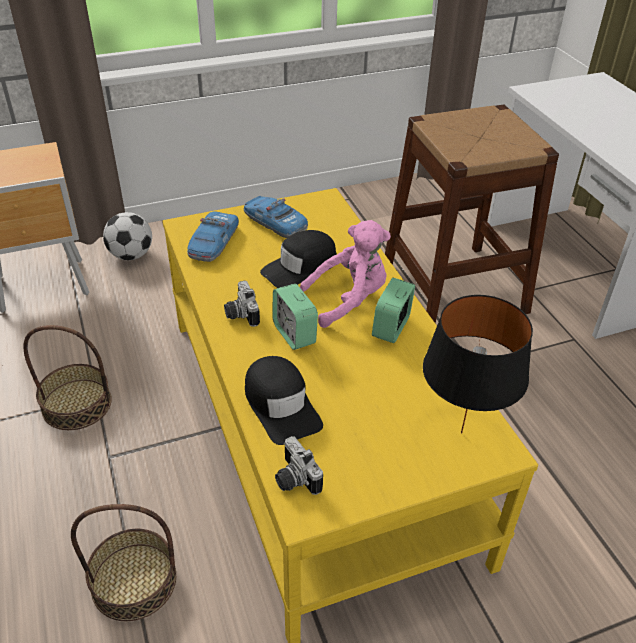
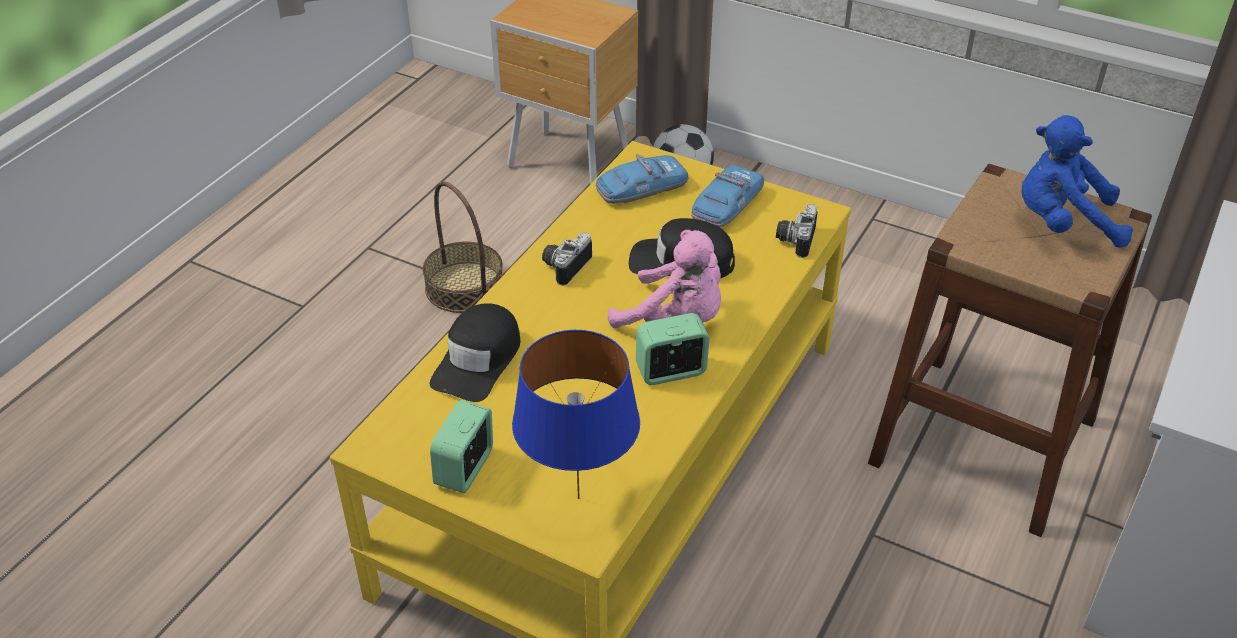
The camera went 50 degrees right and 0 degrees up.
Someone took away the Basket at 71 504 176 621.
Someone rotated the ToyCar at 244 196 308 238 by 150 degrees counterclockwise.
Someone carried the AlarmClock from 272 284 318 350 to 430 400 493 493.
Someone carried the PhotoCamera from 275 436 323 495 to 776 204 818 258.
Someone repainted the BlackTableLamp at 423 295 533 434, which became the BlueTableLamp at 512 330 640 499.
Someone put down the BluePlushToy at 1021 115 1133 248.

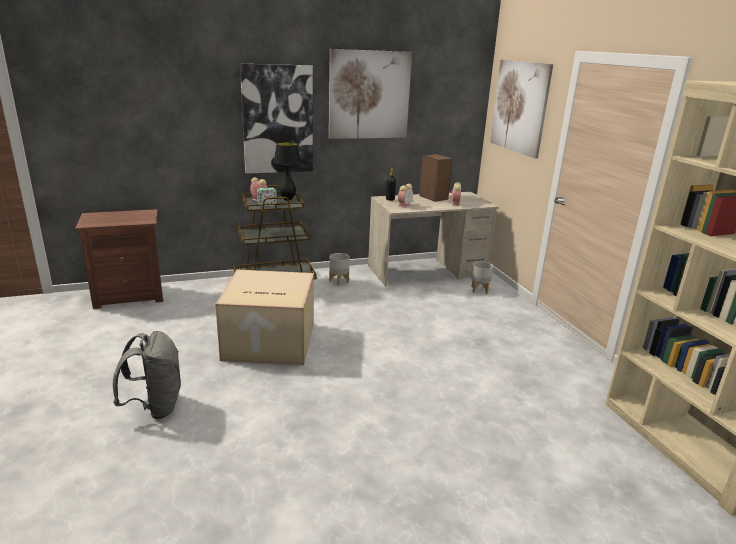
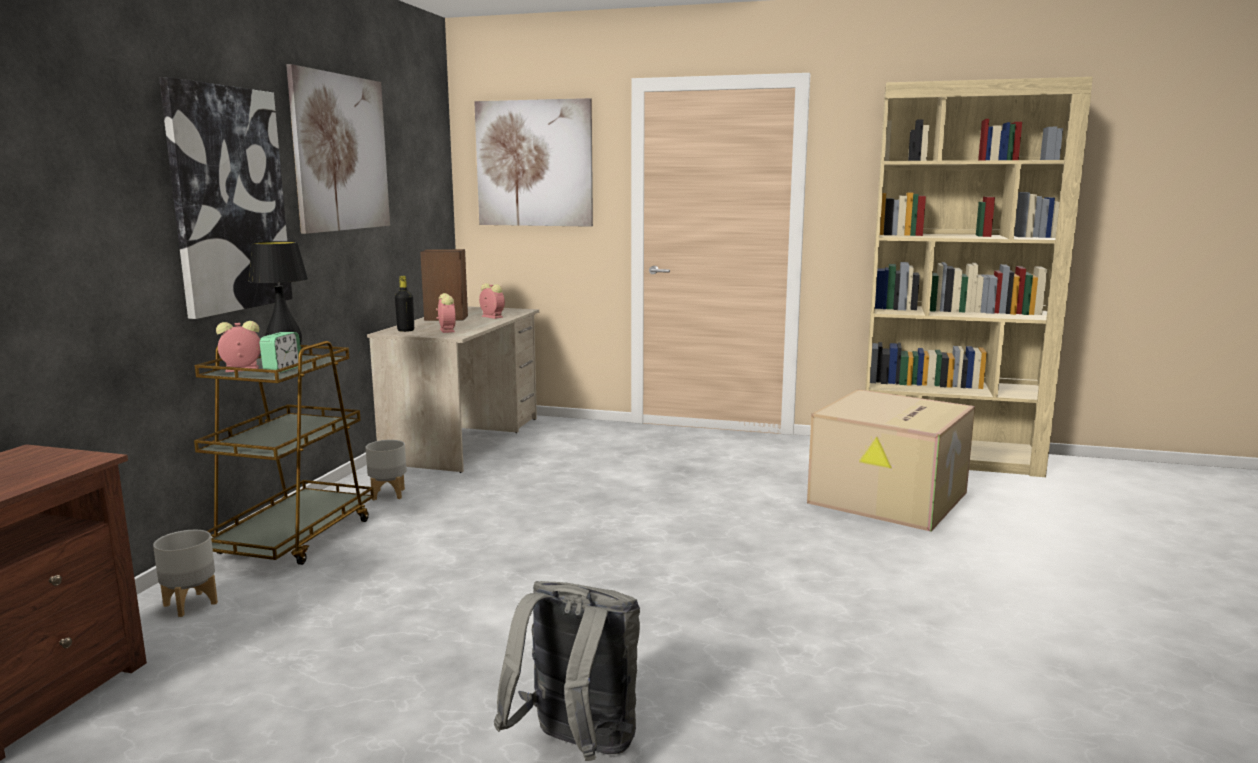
The camera went 55 degrees left and 10 degrees down.
Someone carried the CardboardBox from 215 269 314 365 to 807 389 975 532.
Someone carried the GreyPlanter from 471 261 493 294 to 153 530 218 617.

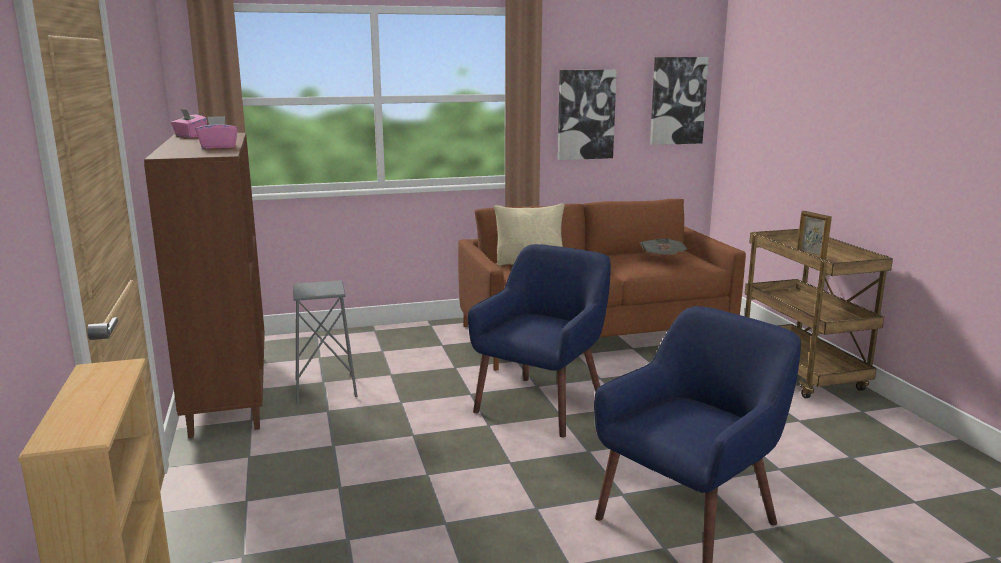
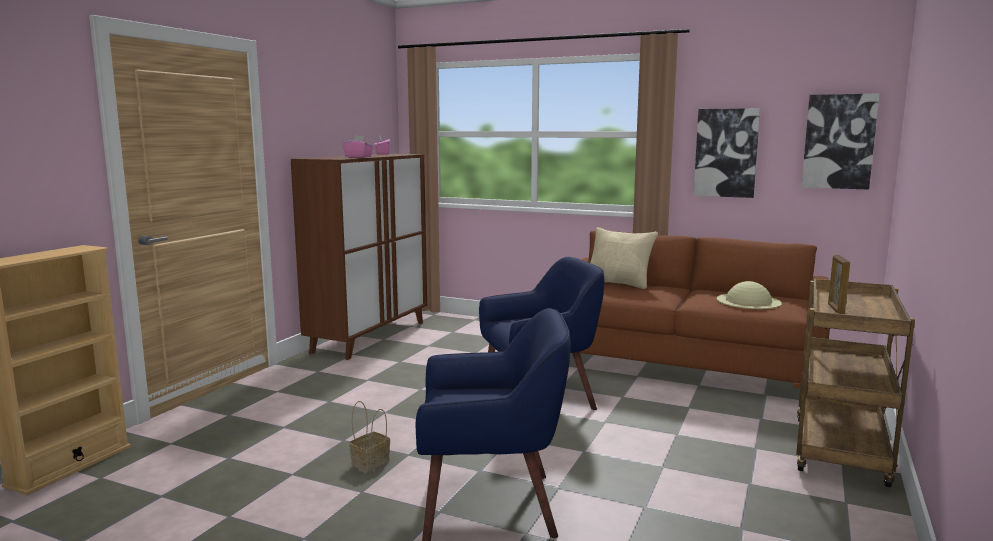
The camera went 40 degrees right and 5 degrees down.
Someone took away the GreyStool at 293 280 357 404.
Someone swapped the Newspaper at 639 239 688 255 for the BeigeHat at 717 281 782 309.
Someone put down the Basket at 349 401 390 472.

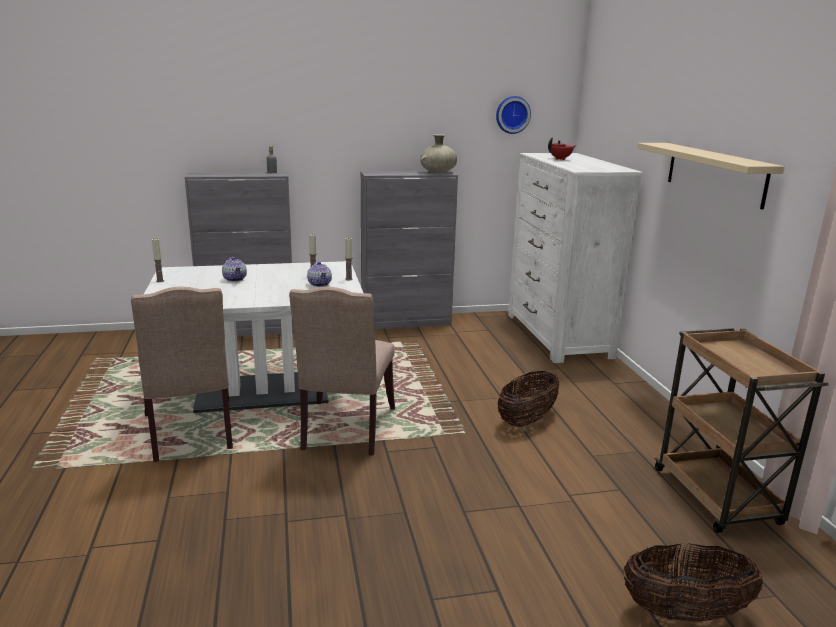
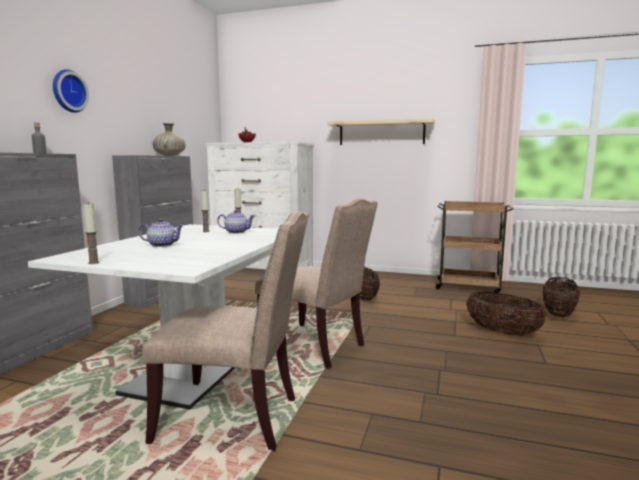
The camera went 60 degrees left and 10 degrees down.
Someone carried the WallClock from 496 96 531 134 to 53 69 89 113.
Someone put down the Basket at 466 292 547 336.

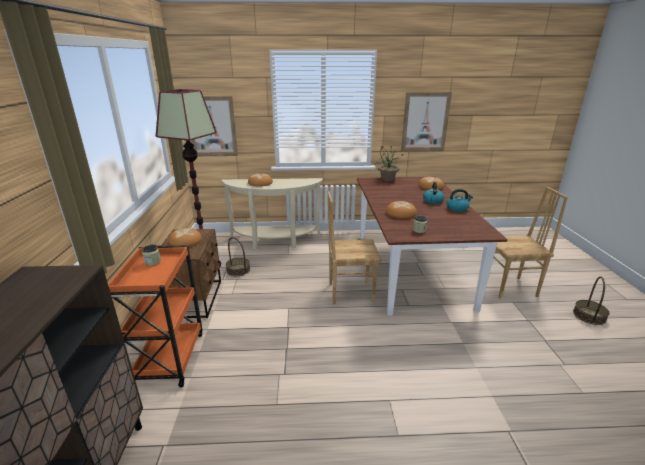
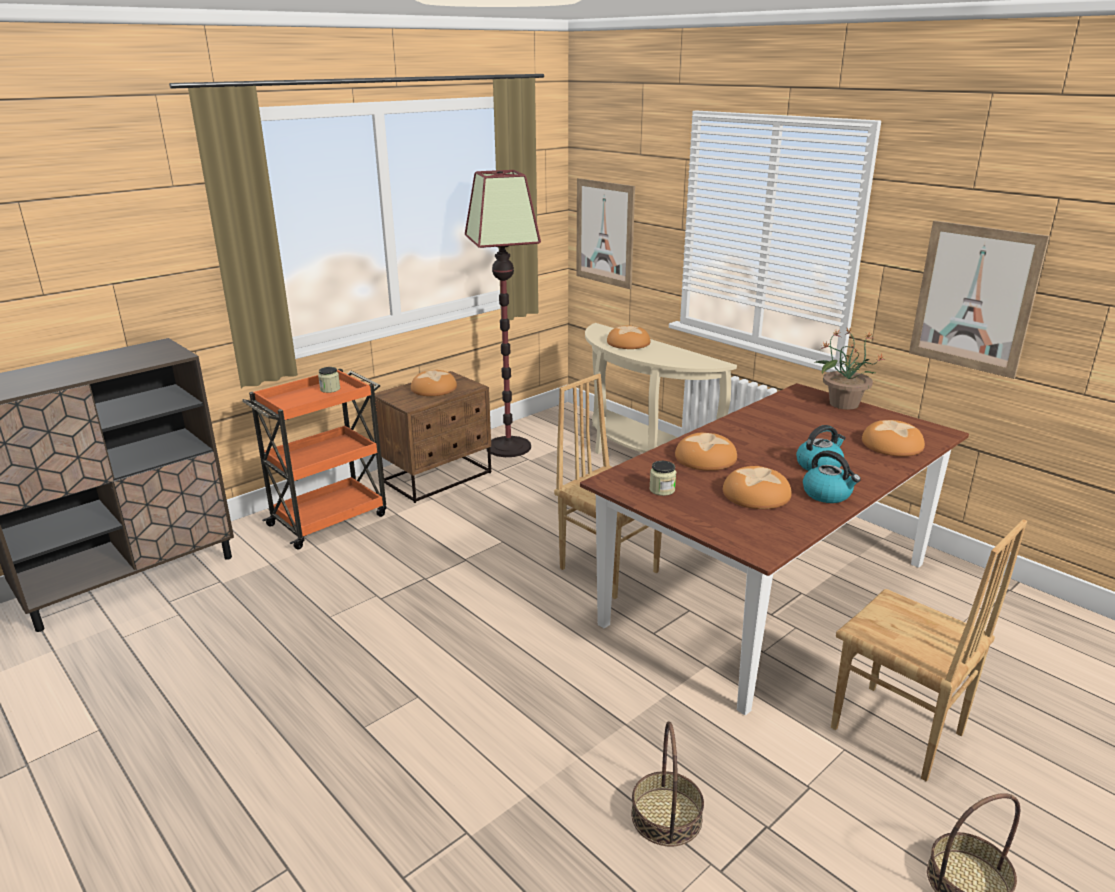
The camera went 50 degrees right and 0 degrees up.
Someone carried the Basket from 226 237 250 276 to 631 721 704 847.
Someone put down the Bread at 723 466 792 509.

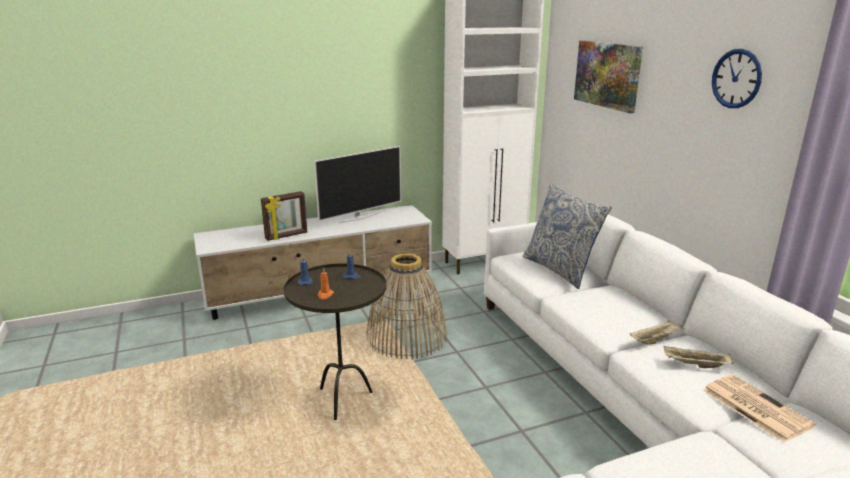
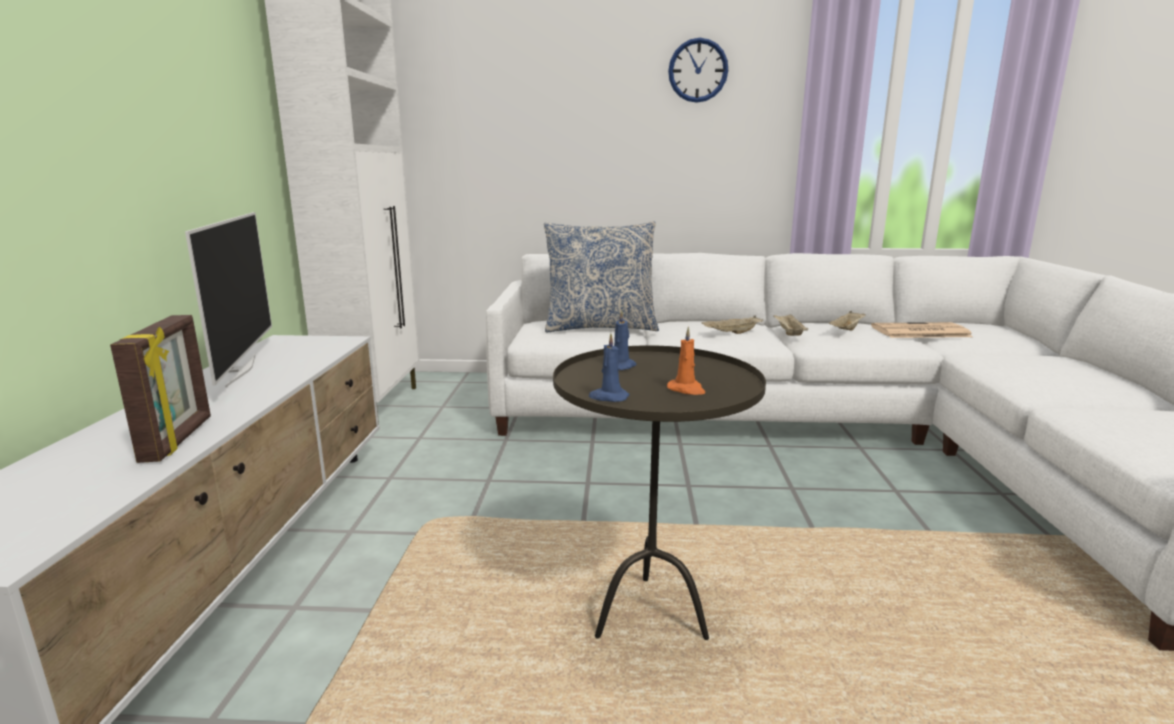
The camera went 65 degrees left and 5 degrees down.
Someone took away the Basket at 367 253 447 360.
Someone took away the Picture at 574 40 643 113.
Someone put down the BeigeTray at 701 316 763 334.

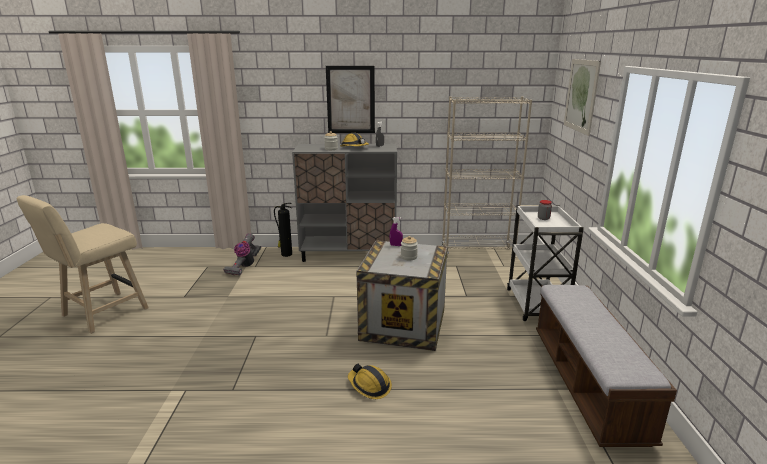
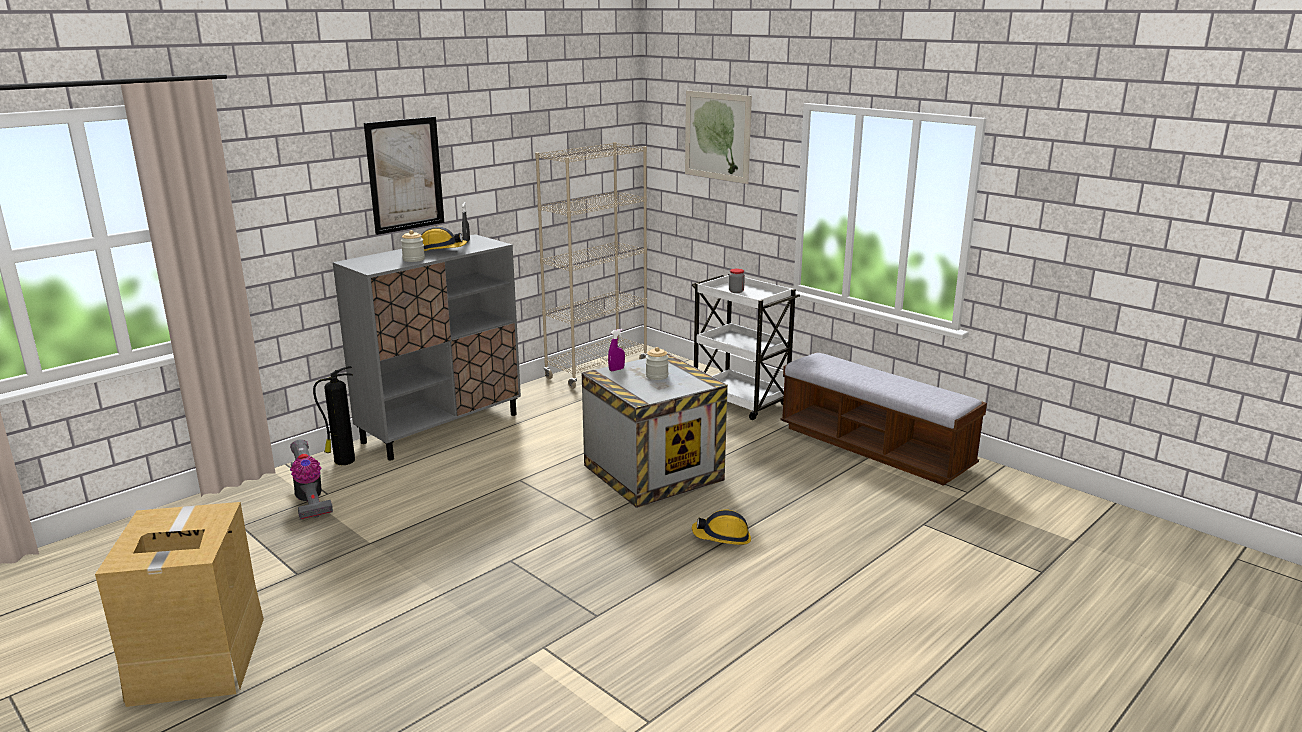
The camera went 45 degrees left and 0 degrees up.
Someone swapped the BeigeStool at 17 195 149 334 for the CardboardBox at 95 502 264 707.

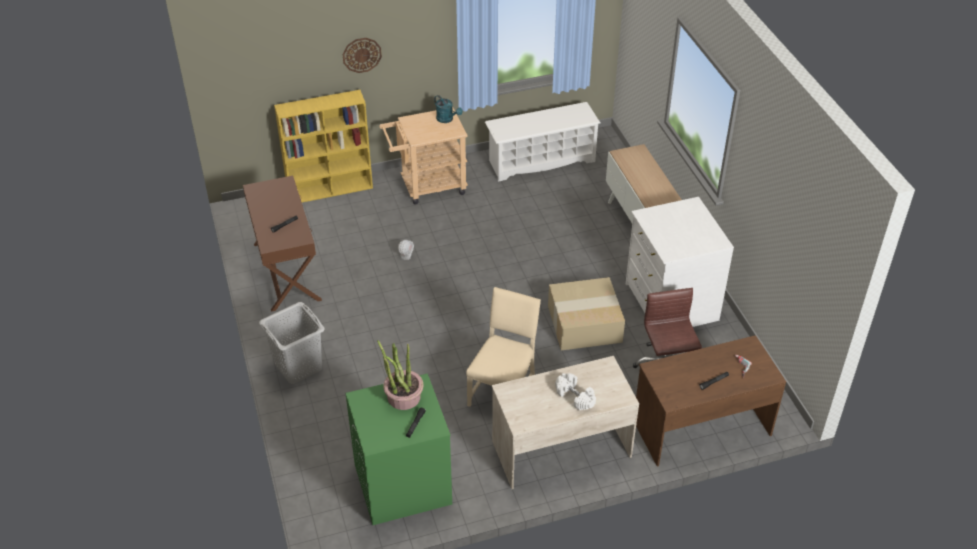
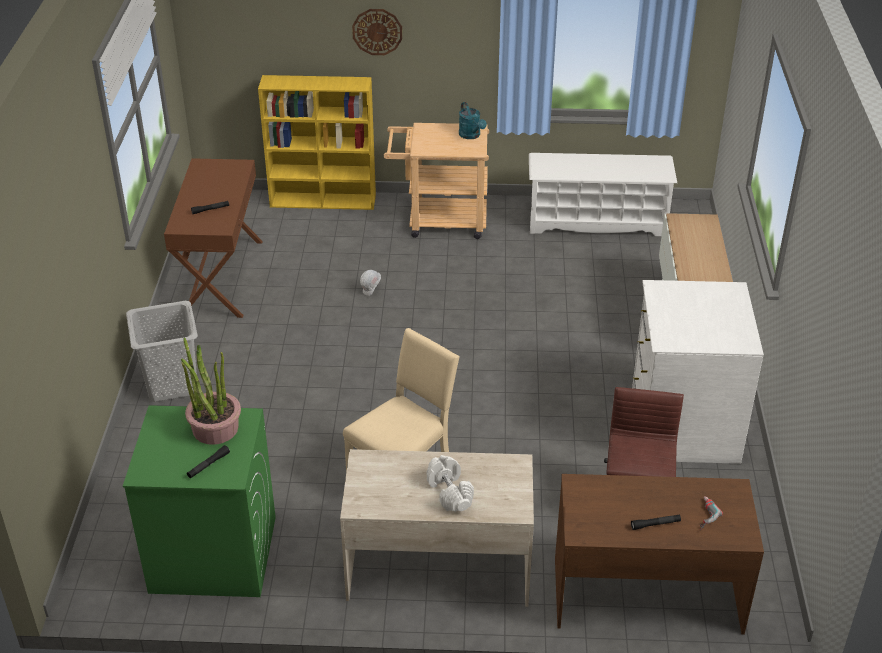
The camera went 20 degrees right and 5 degrees down.
Someone took away the CardboardBox at 548 277 625 350.

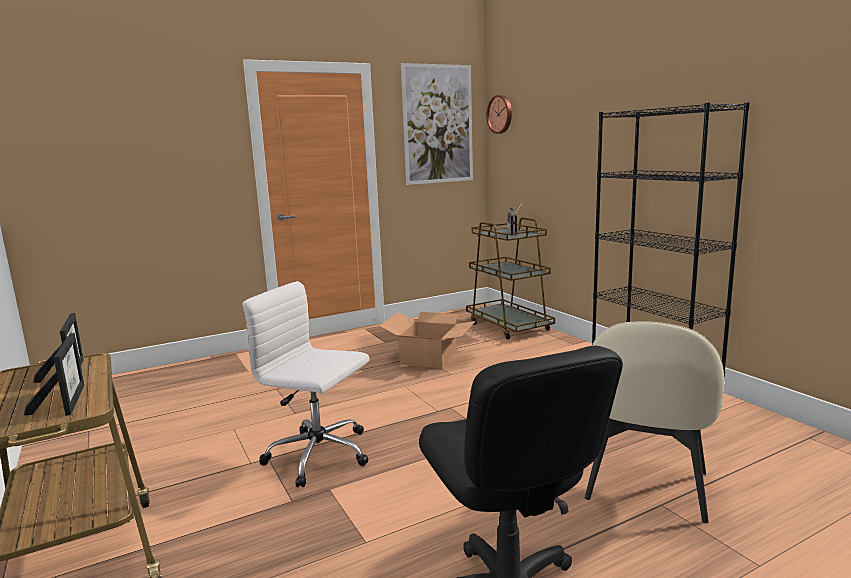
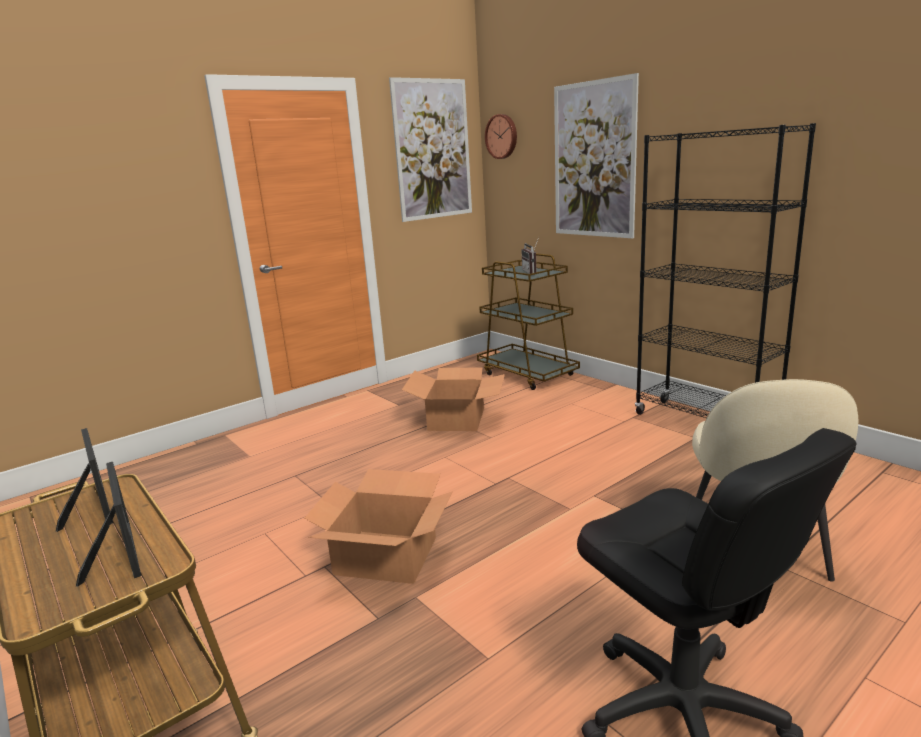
The camera went 10 degrees left and 5 degrees up.
Someone swapped the WhiteOfficeChair at 242 281 369 487 for the CardboardBox at 304 469 453 584.
Someone put up the Picture at 554 73 639 238.

